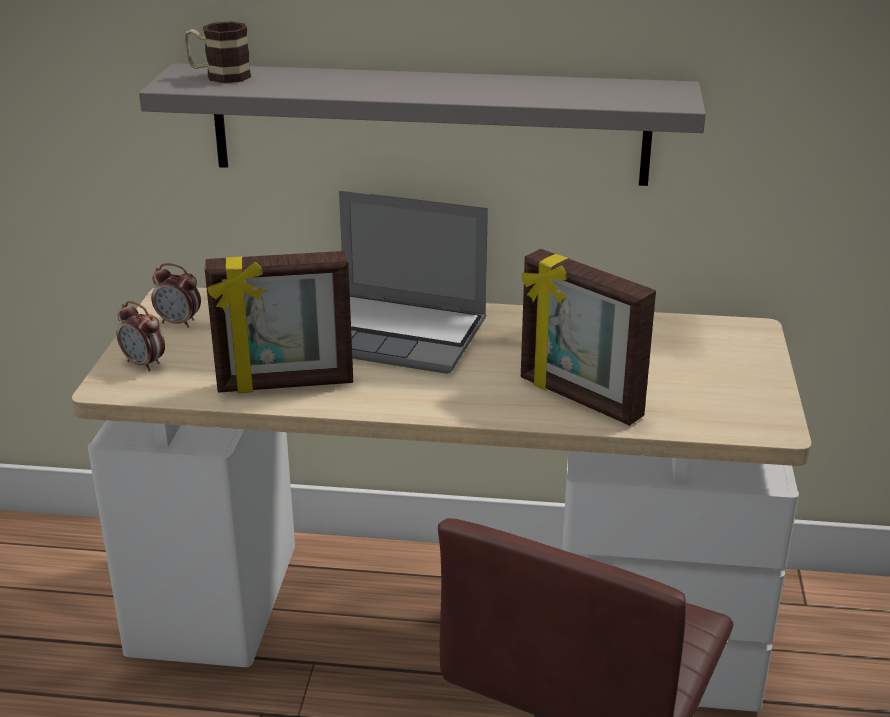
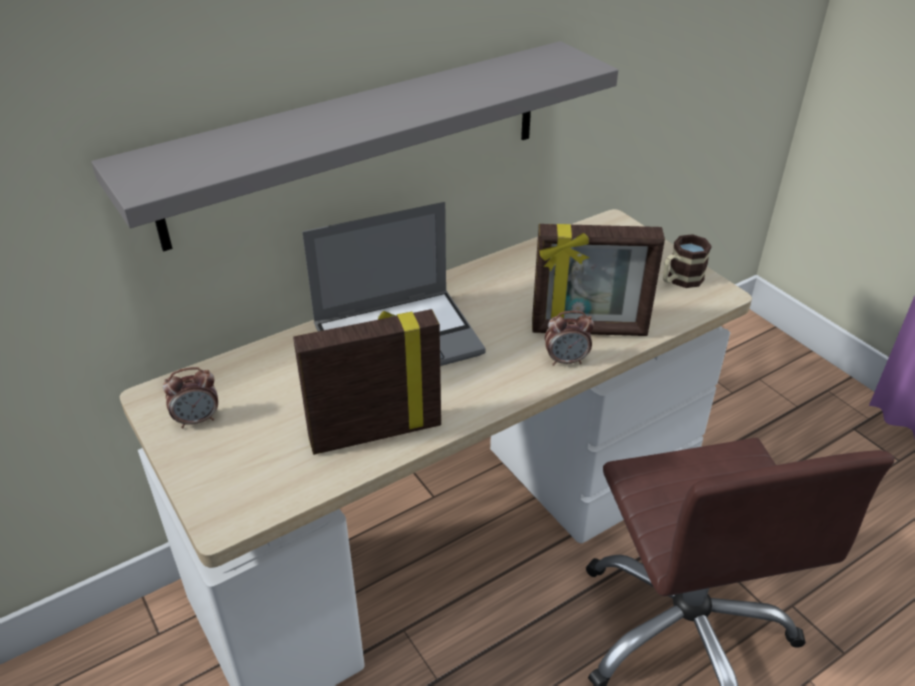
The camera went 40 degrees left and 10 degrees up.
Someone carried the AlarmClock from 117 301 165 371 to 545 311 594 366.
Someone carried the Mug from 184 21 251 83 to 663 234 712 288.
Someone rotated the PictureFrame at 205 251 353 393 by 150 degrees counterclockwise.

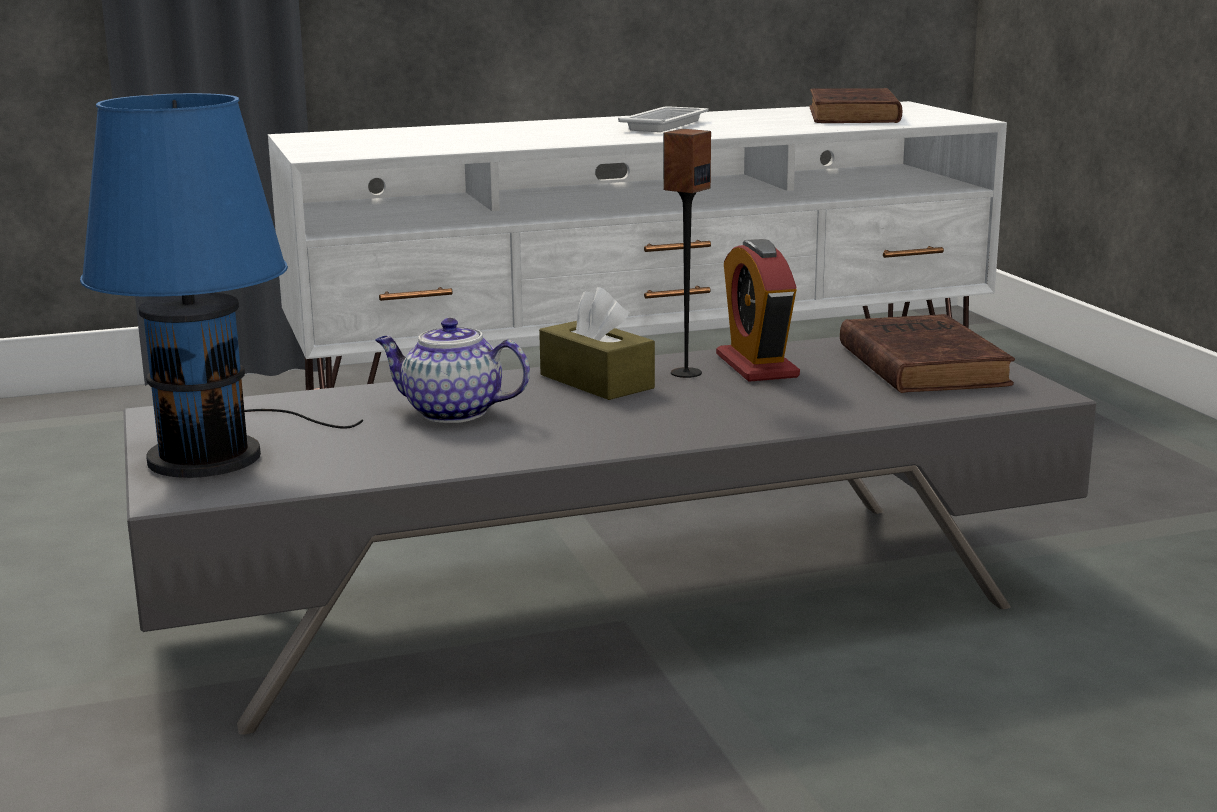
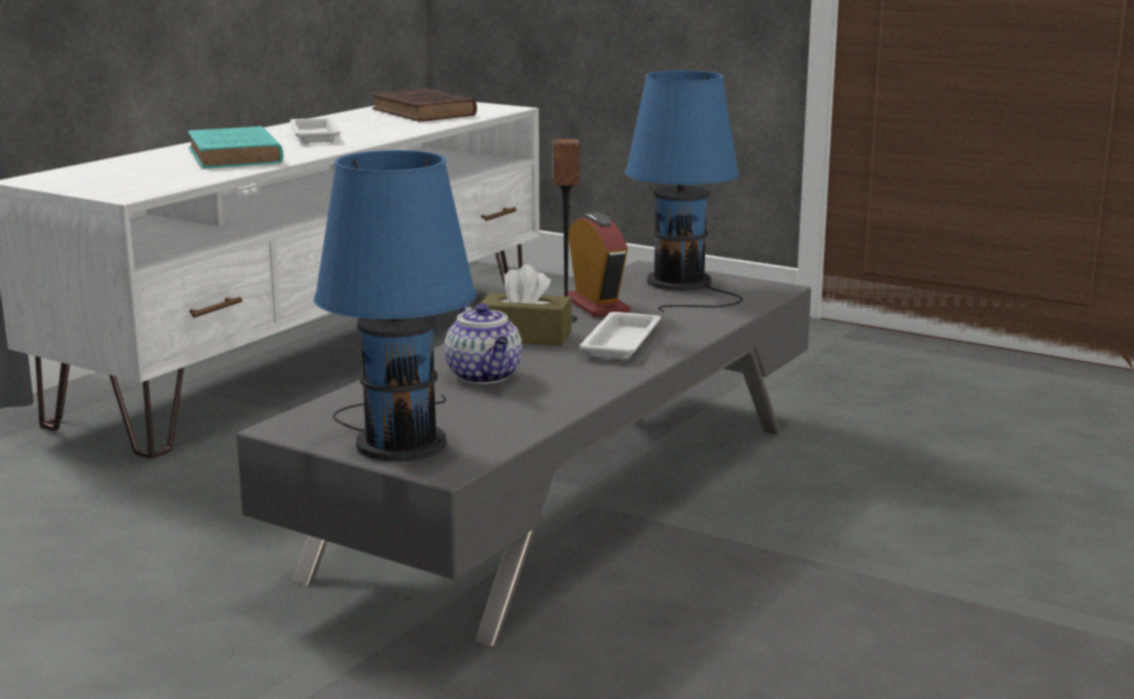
The camera went 40 degrees left and 0 degrees up.
Someone rotated the Teapot at 375 318 530 423 by 90 degrees counterclockwise.
Someone rotated the AlarmClock at 716 239 800 382 by 150 degrees counterclockwise.
Someone swapped the BrownBook at 840 314 1015 393 for the BlueTableLamp at 625 71 743 312.
Someone put down the TurquoiseBook at 188 126 284 168.
Someone put down the WhiteTray at 579 312 661 360.

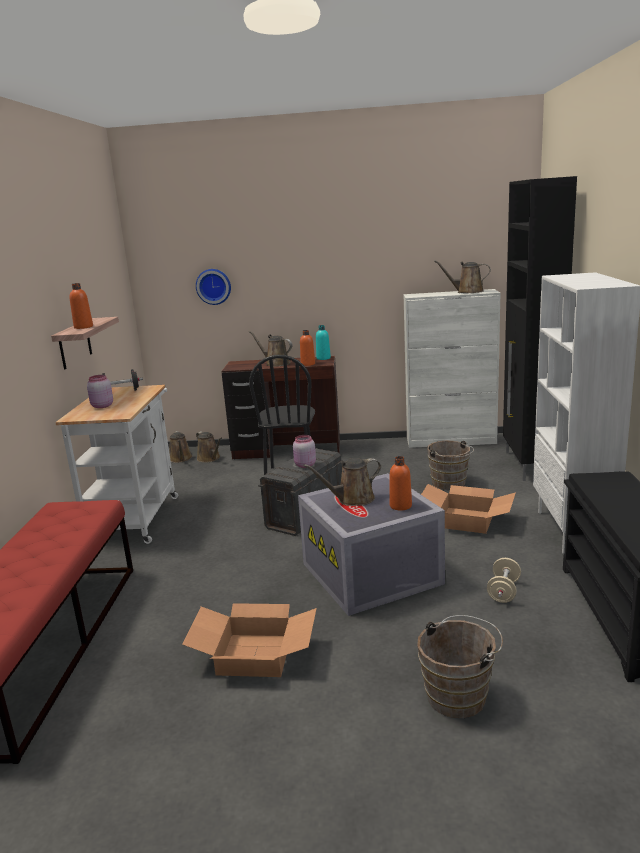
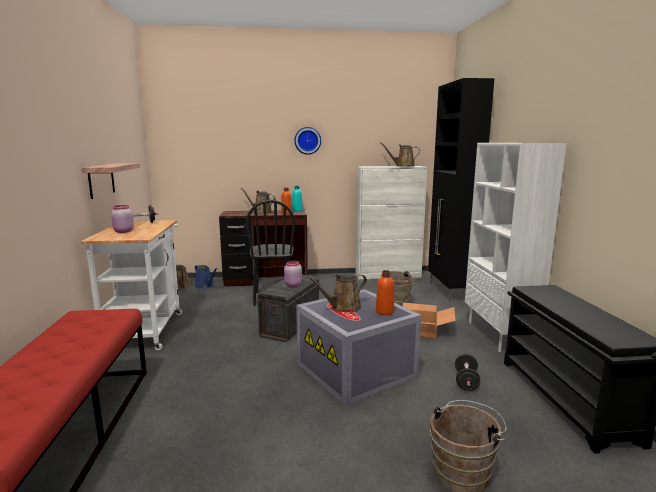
The camera went 10 degrees left and 5 degrees down.
Someone took away the OrangeBottle at 69 283 93 329.
Someone took away the CardboardBox at 182 603 317 677.
Someone carried the WallClock from 196 269 231 305 to 294 127 321 155.
Someone repainted the BrownWateringCan at 196 431 222 463, which became the BlueWateringCan at 195 265 218 289.
Someone repainted the BeigeDumbbell at 487 558 521 603, which became the BlackDumbbell at 455 354 481 391.

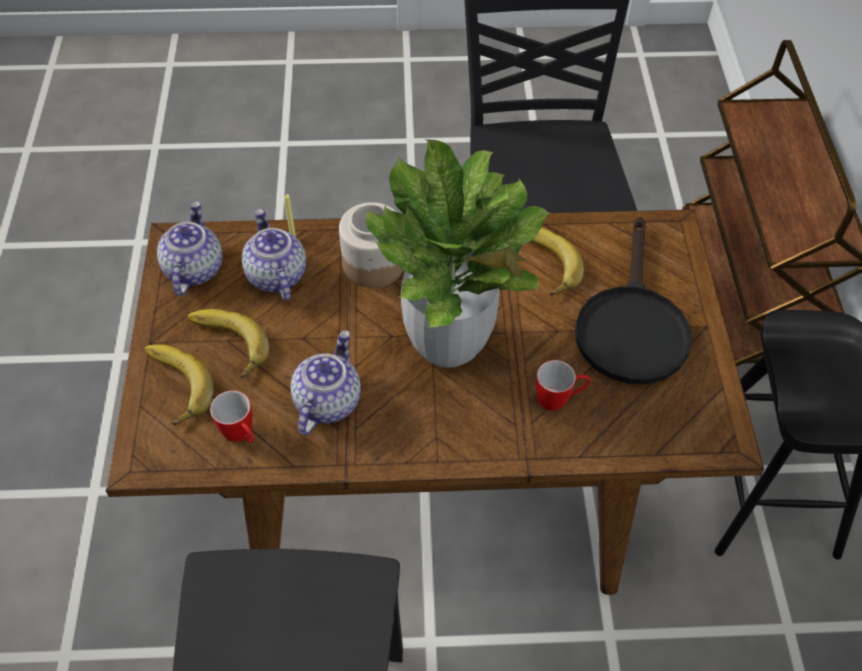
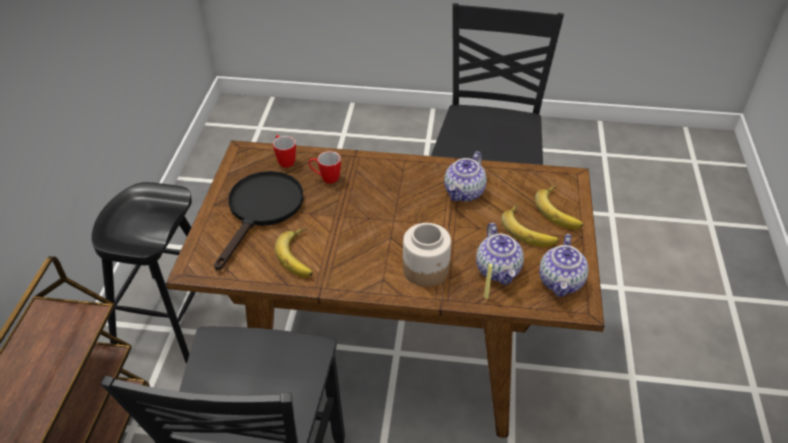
The camera went 170 degrees left and 10 degrees down.
Someone carried the Mug from 210 390 255 443 to 273 135 296 168.
Someone took away the PottedPlant at 366 139 551 368.

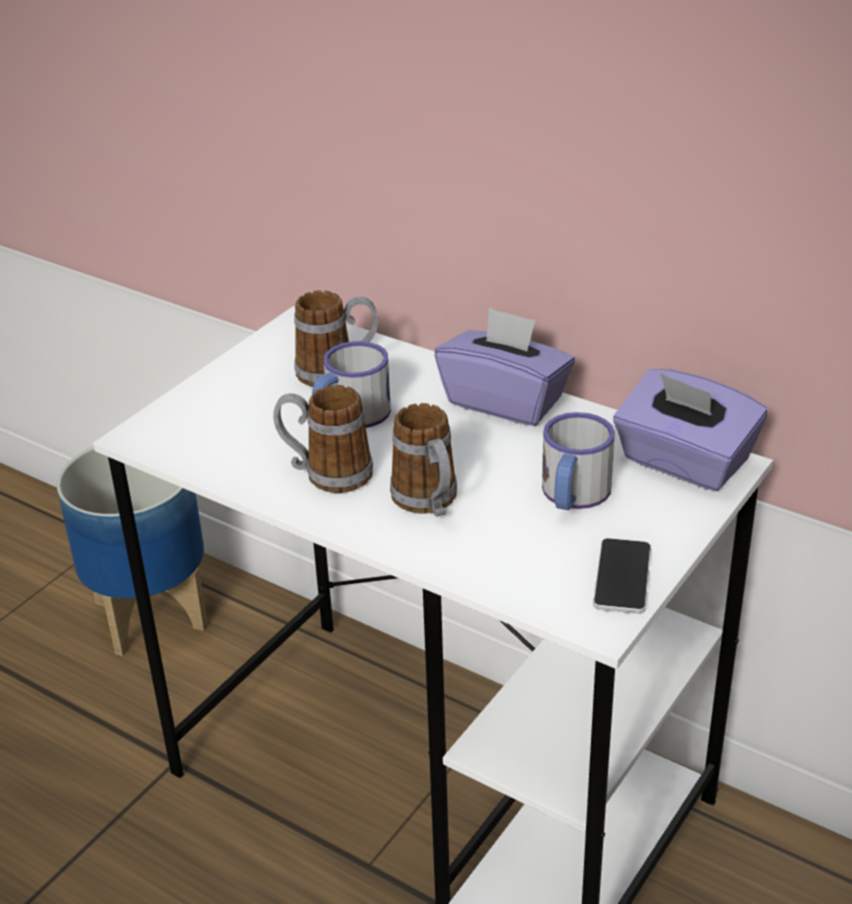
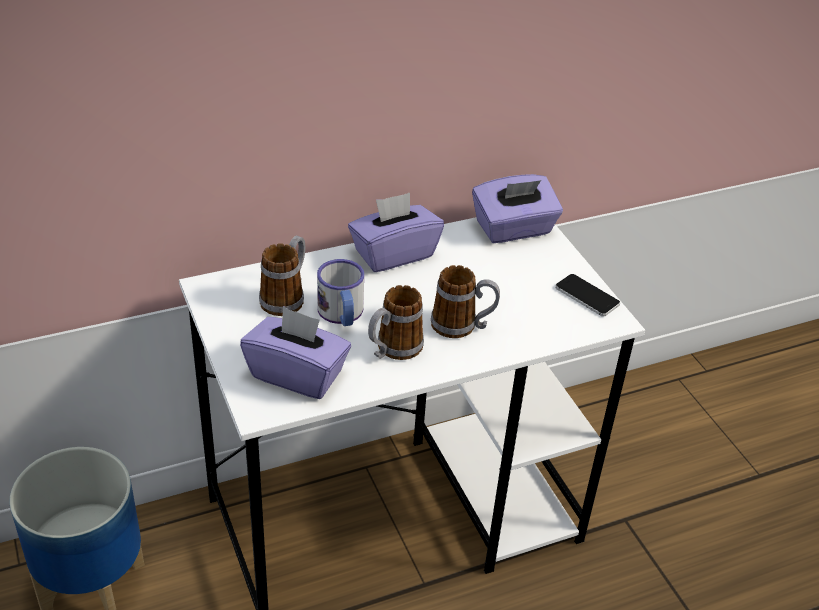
The camera went 60 degrees left and 5 degrees up.
Someone took away the Mug at 542 412 615 510.
Someone put down the PurpleTissueBox at 240 306 351 399.

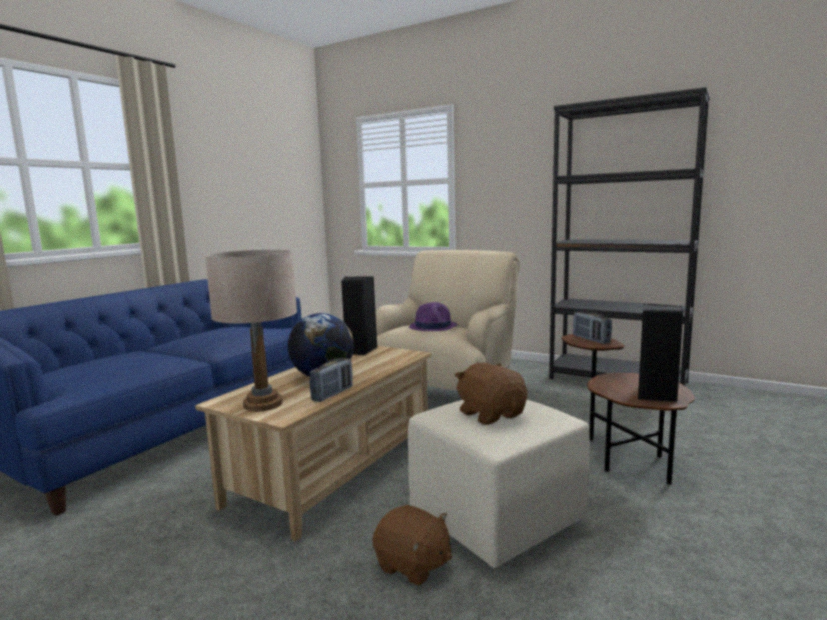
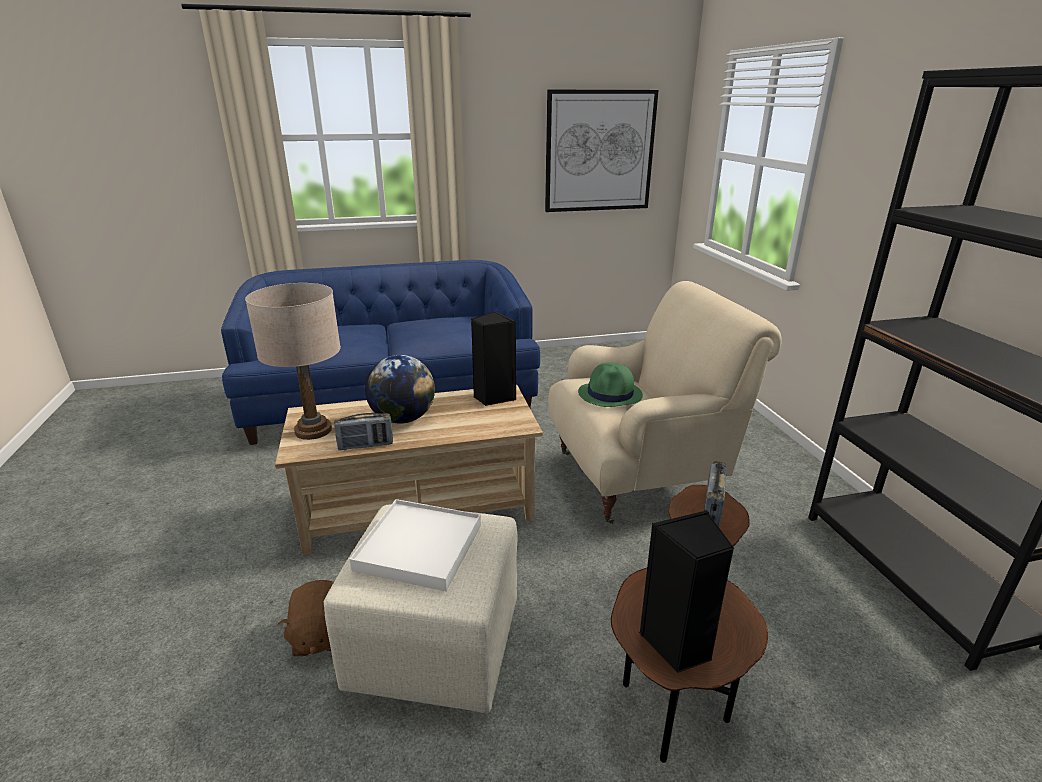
The camera went 45 degrees right and 15 degrees up.
Someone repainted the PurpleHat at 409 302 458 331, which became the GreenHat at 578 362 643 407.
Someone swapped the BrownPlushToy at 455 363 528 425 for the WhiteTray at 350 499 481 591.
Someone put up the Picture at 545 90 659 212.

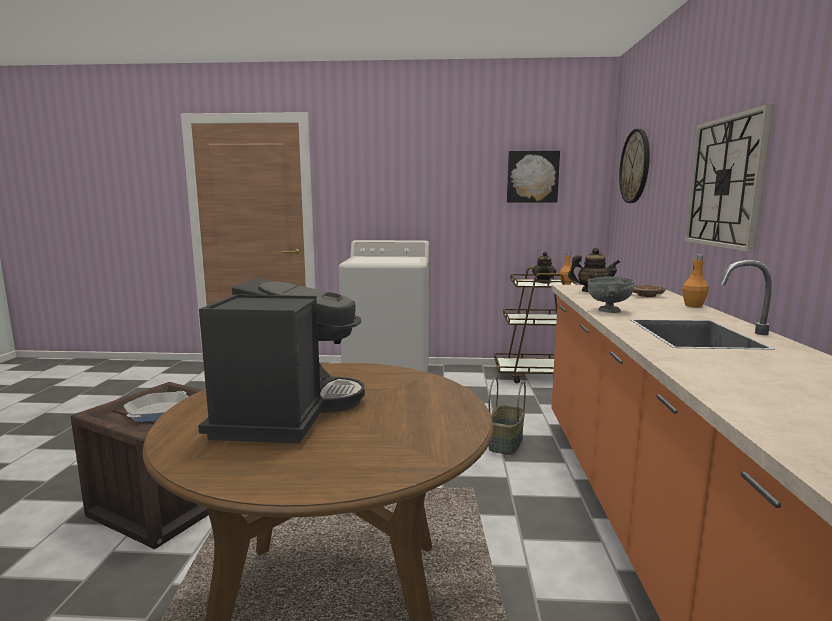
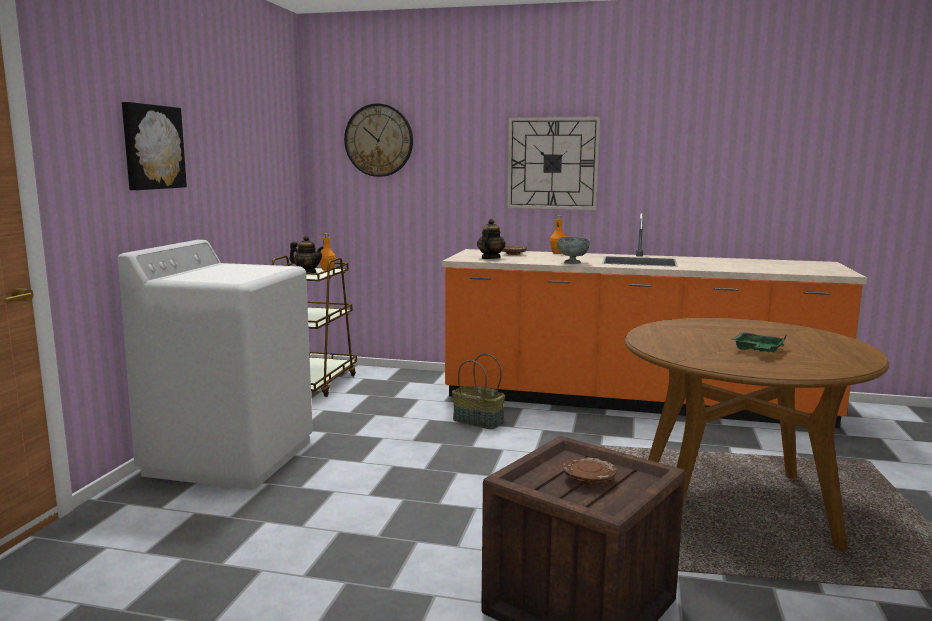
The camera went 80 degrees left and 0 degrees up.
Someone swapped the FryingPan at 124 391 188 422 for the BrownPlate at 563 457 617 485.
Someone swapped the CoffeeMachine at 198 278 365 444 for the GreenTray at 731 332 787 353.
Someone carried the Picture from 507 151 560 203 to 122 102 187 190.

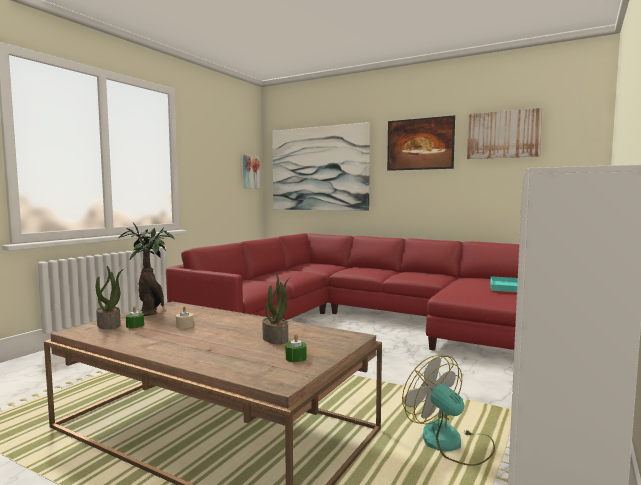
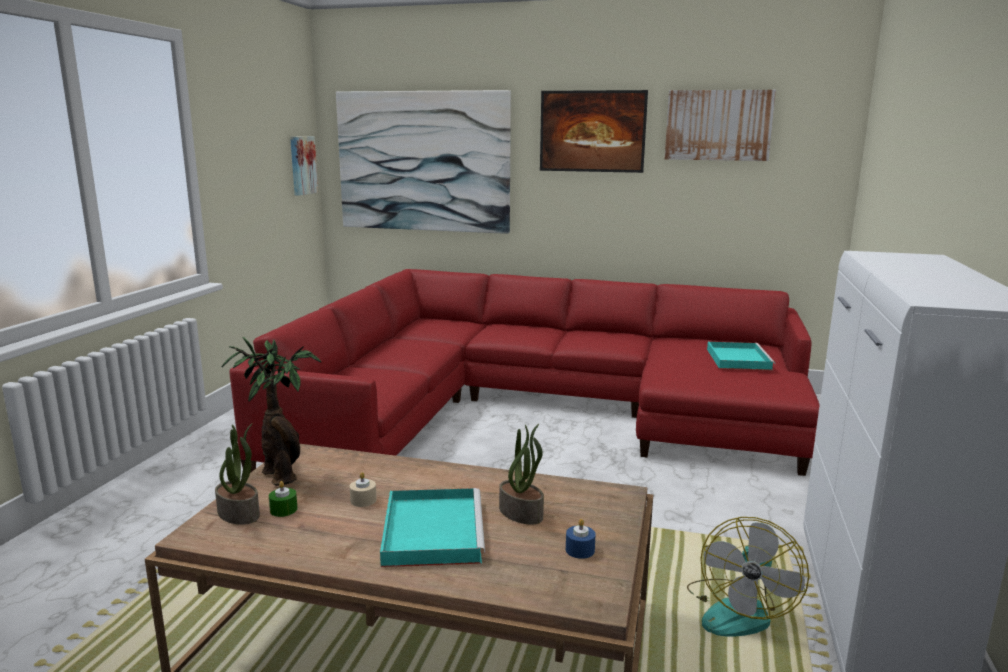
The camera went 15 degrees left and 10 degrees up.
Someone repainted the GreenCandle at 286 334 307 362, which became the BlueCandle at 566 519 596 559.
Someone rotated the Fan at 402 355 495 466 by 105 degrees counterclockwise.
Someone put down the TurquoiseTray at 380 488 485 567.

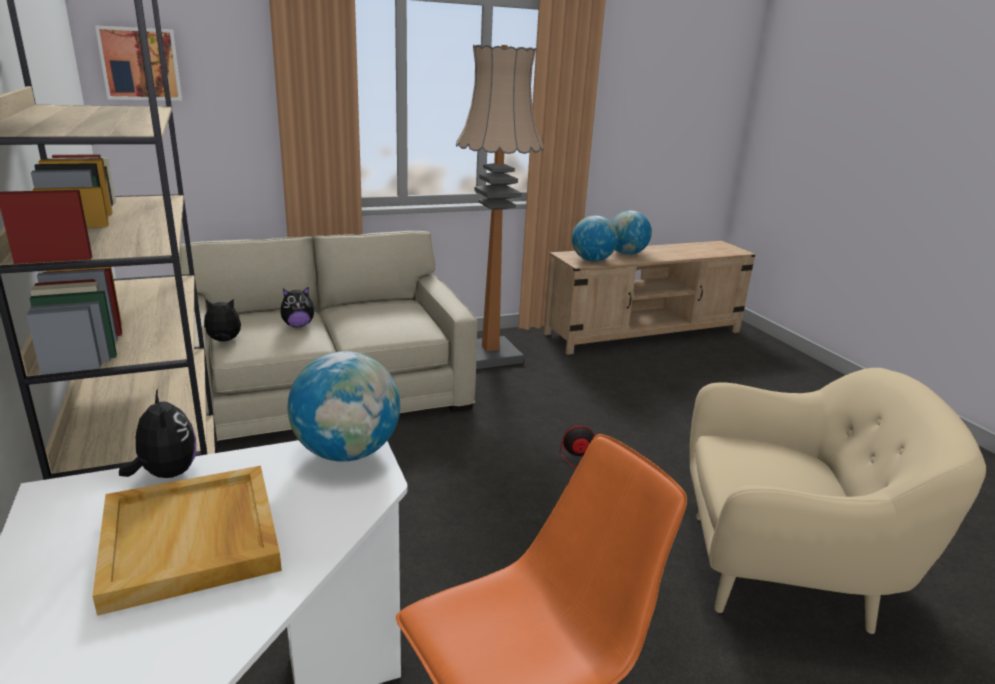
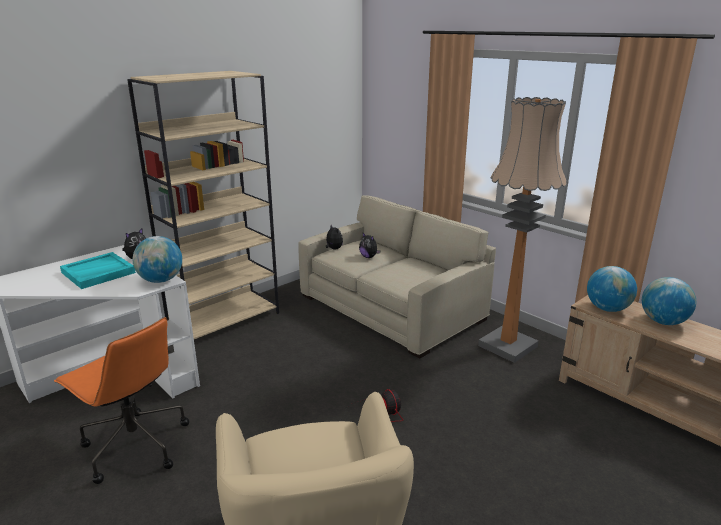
The camera went 70 degrees right and 0 degrees up.
Someone repainted the BeigeTray at 92 466 282 616, which became the TurquoiseTray at 60 252 136 289.
Someone took away the Picture at 95 25 182 101.

